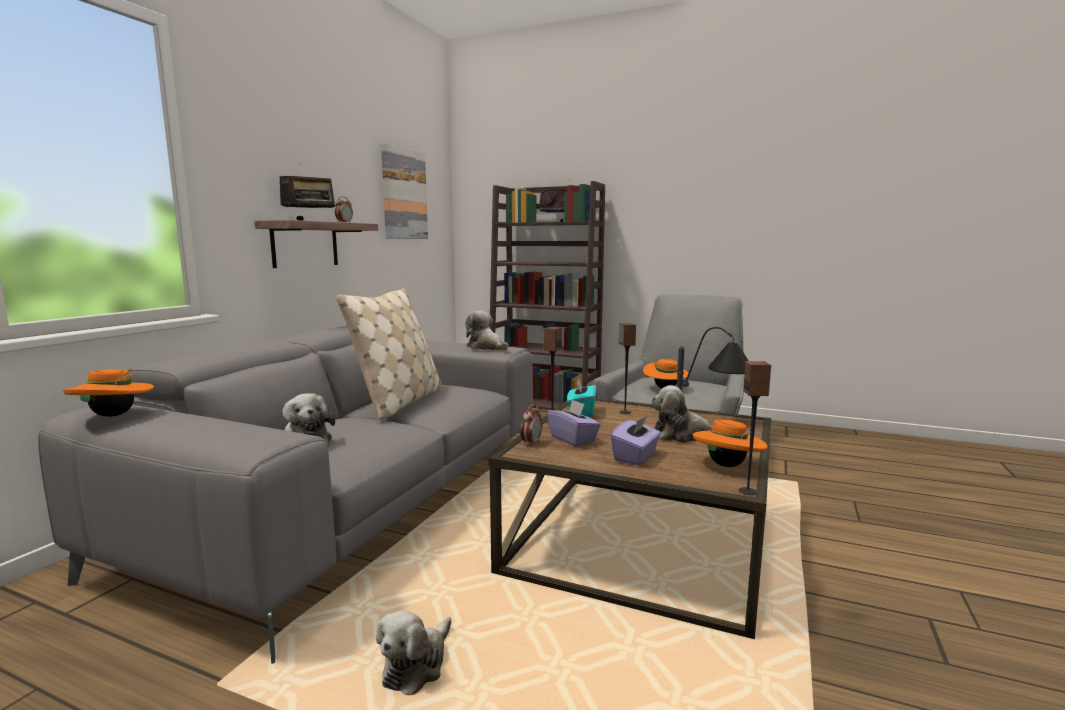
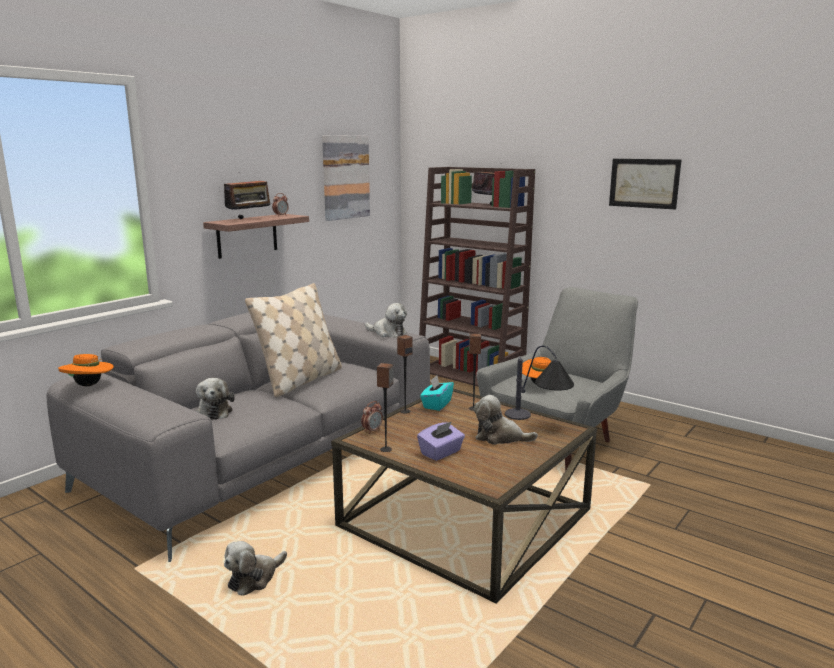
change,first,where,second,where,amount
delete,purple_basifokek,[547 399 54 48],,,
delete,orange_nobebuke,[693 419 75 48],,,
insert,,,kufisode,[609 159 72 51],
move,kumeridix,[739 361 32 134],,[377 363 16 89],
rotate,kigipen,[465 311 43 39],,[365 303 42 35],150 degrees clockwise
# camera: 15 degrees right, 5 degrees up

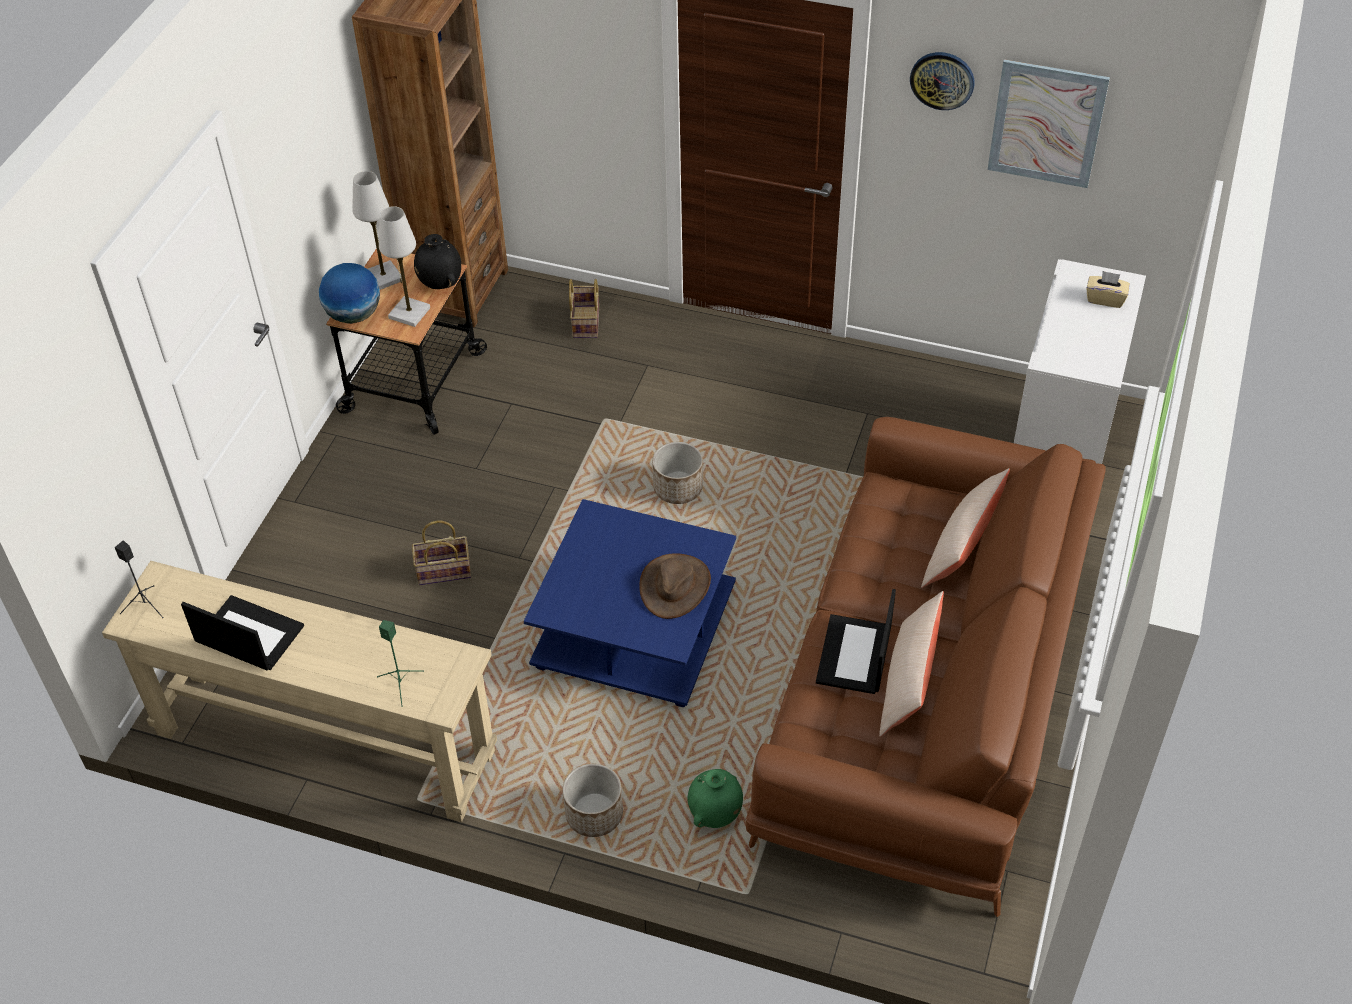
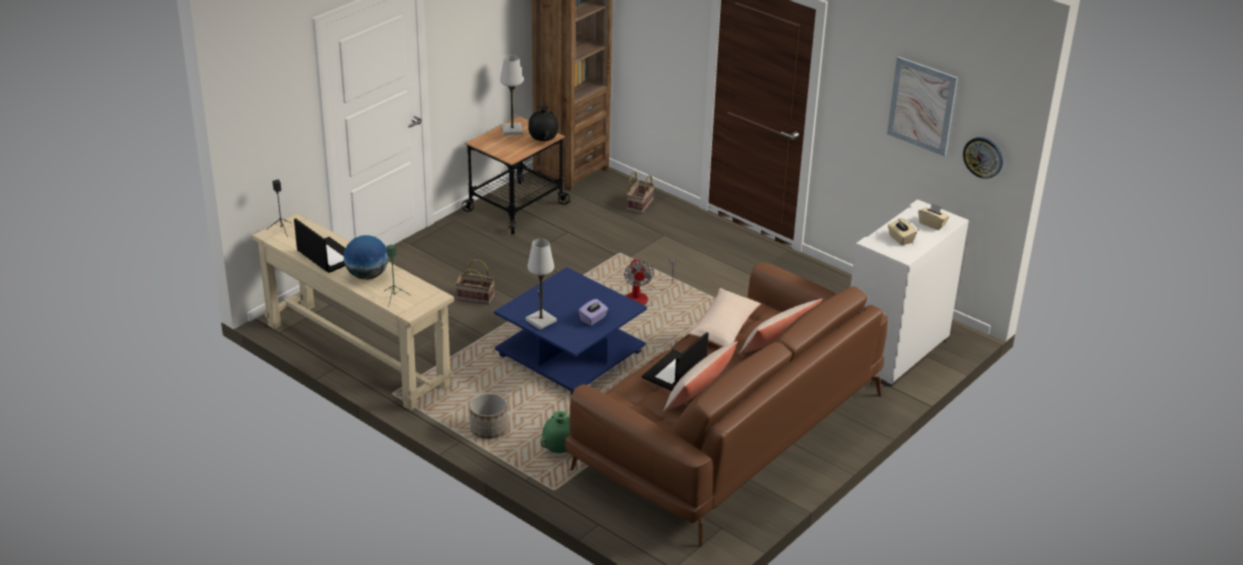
change,first,where,second,where,amount
insert,,,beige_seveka,[688 288 73 59],
insert,,,beige_basifokek,[888 218 29 27],
move,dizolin,[319 263 61 61],,[344 235 45 44],
move,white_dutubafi,[379 206 51 121],,[525 239 32 91],
move,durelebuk,[910 52 64 58],,[963 137 40 42],
replace,brown_nobebuke,[639 553 72 66],purple_basifokek,[578 299 30 27],
replace,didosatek,[652 442 51 62],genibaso,[624 258 52 47],
# camera: 20 degrees right, 15 degrees down

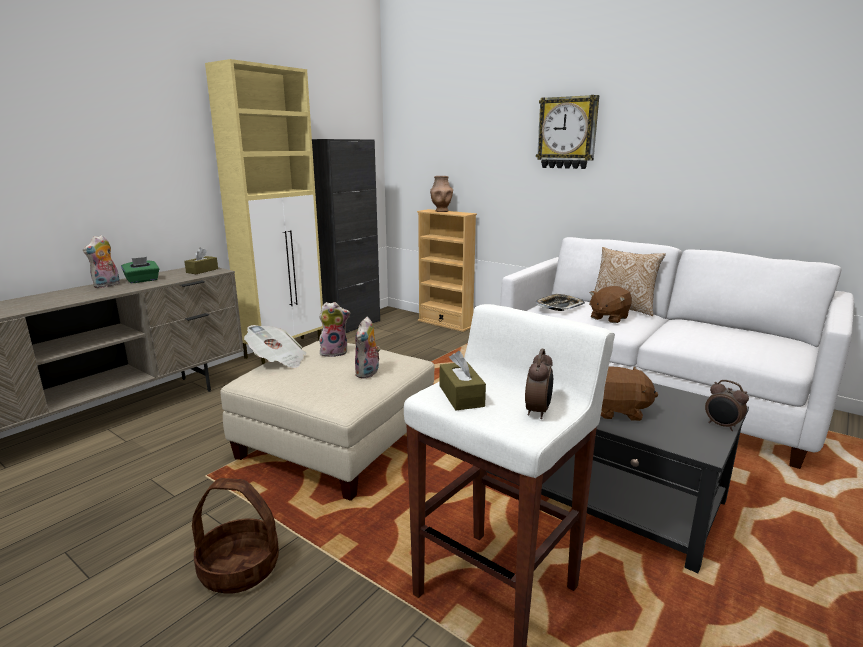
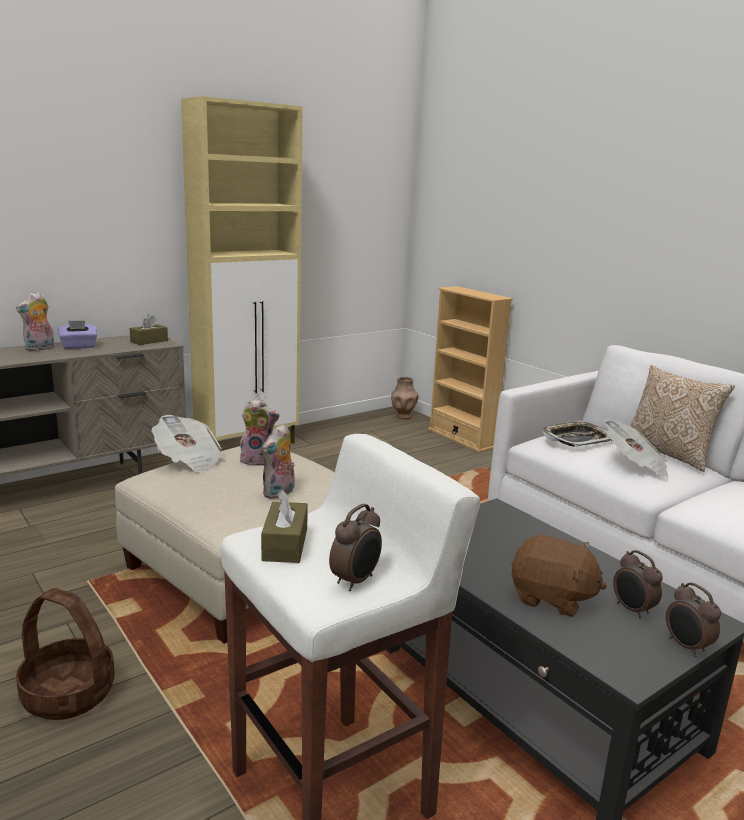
change,first,where,second,where,amount
delete,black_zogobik,[312 139 68 194],,,
delete,durelebuk,[536 95 63 74],,,
insert,,,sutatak,[613 550 50 69],
move,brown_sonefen,[430 176 23 36],,[391 377 28 42],
replace,brown_kigipen,[590 286 42 37],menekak,[604 419 64 59],
recolor,green_basifokek,[121 257 38 26],purple_basifokek,[58 320 39 29],
# camera: 15 degrees right, 0 degrees up

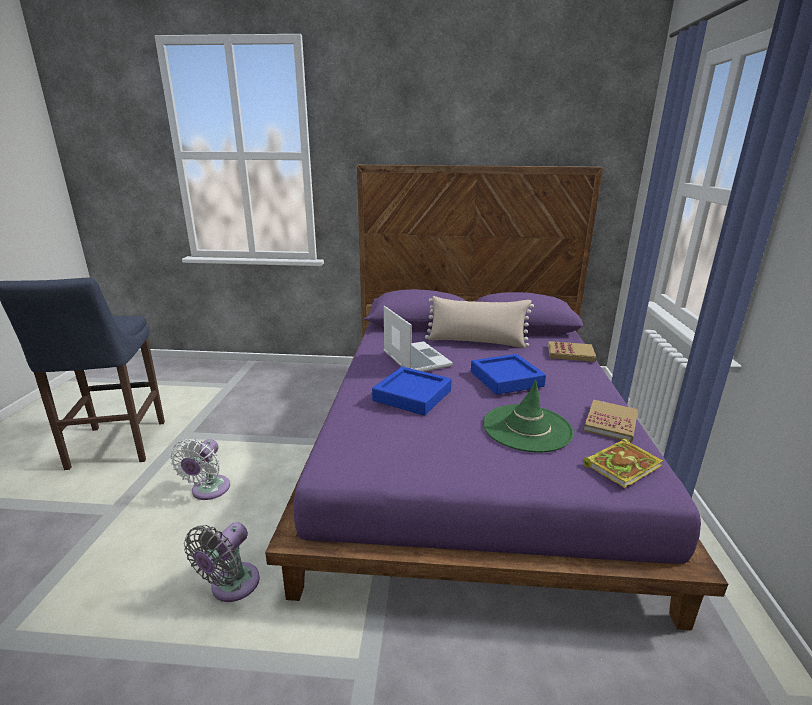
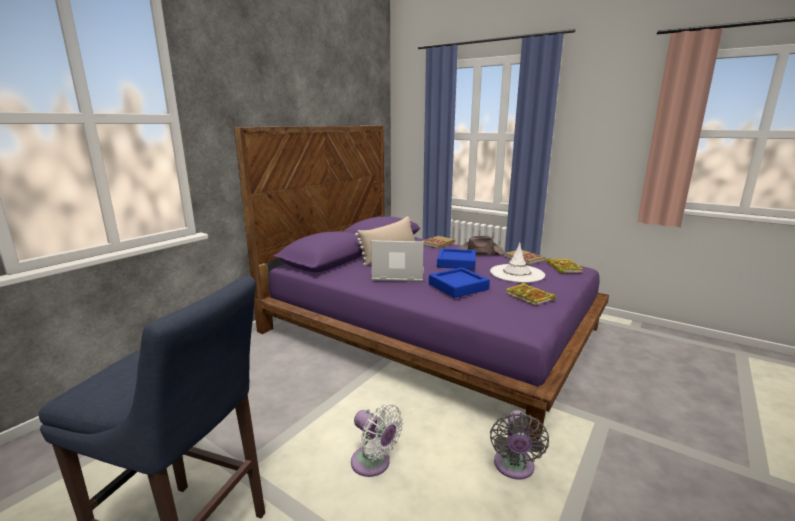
change,first,where,second,where,amount
insert,,,brown_nobebuke,[458 236 46 19],
insert,,,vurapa,[505 283 51 22],
recolor,green_nobebuke,[483 379 91 74],white_nobebuke,[490 242 55 41],
rotate,grey_genibaso,[184 522 76 80],,[490 410 59 70],45 degrees clockwise
# camera: 60 degrees left, 5 degrees down

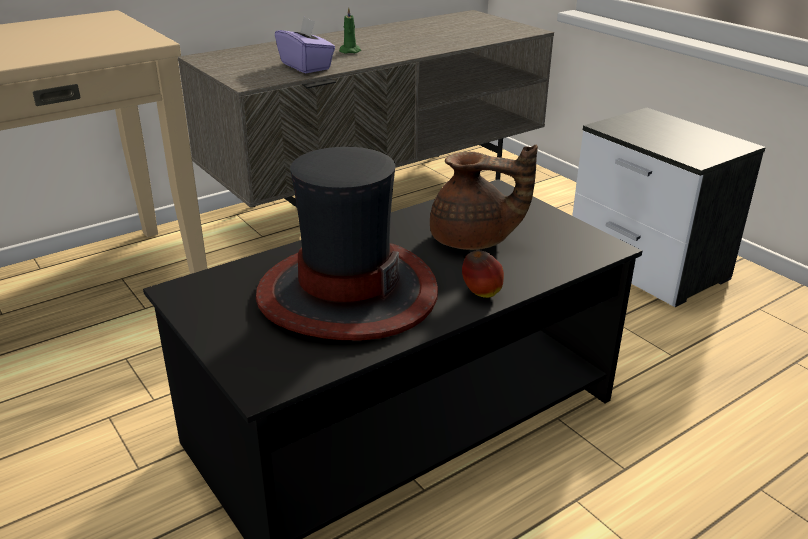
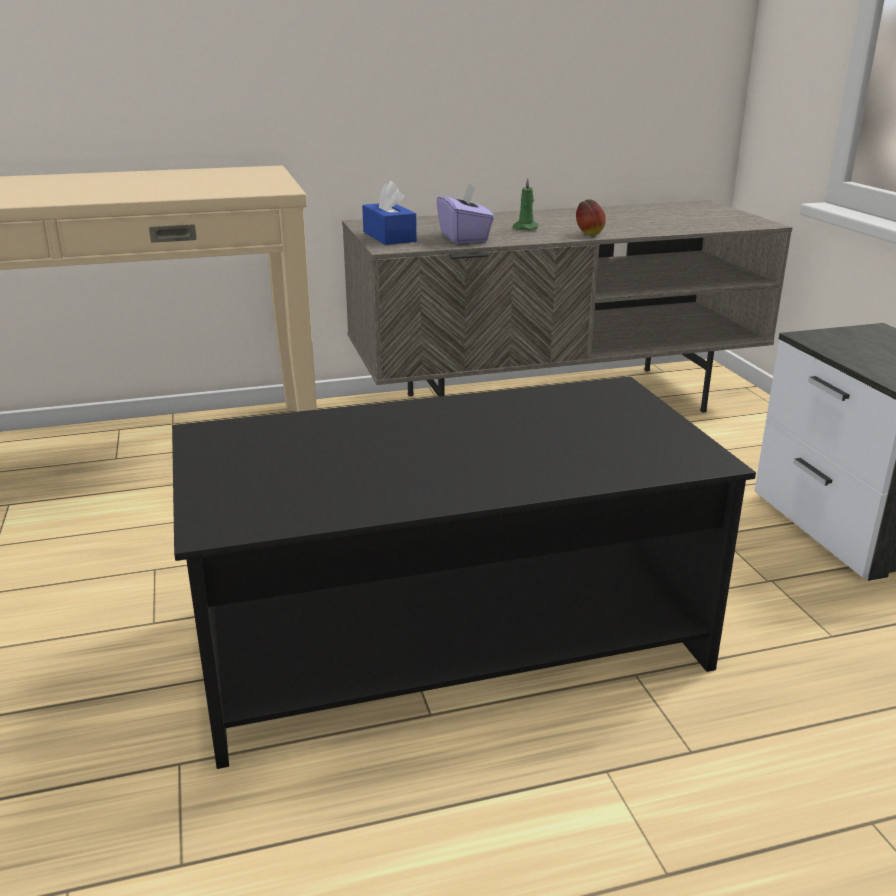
change,first,where,second,where,amount
delete,nobebuke,[256 147 182 193],,,
delete,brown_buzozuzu,[430 145 108 105],,,
insert,,,blue_basifokek,[362 181 55 64],
move,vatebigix,[462 250 42 48],,[576 199 30 37],
# camera: 20 degrees right, 5 degrees down

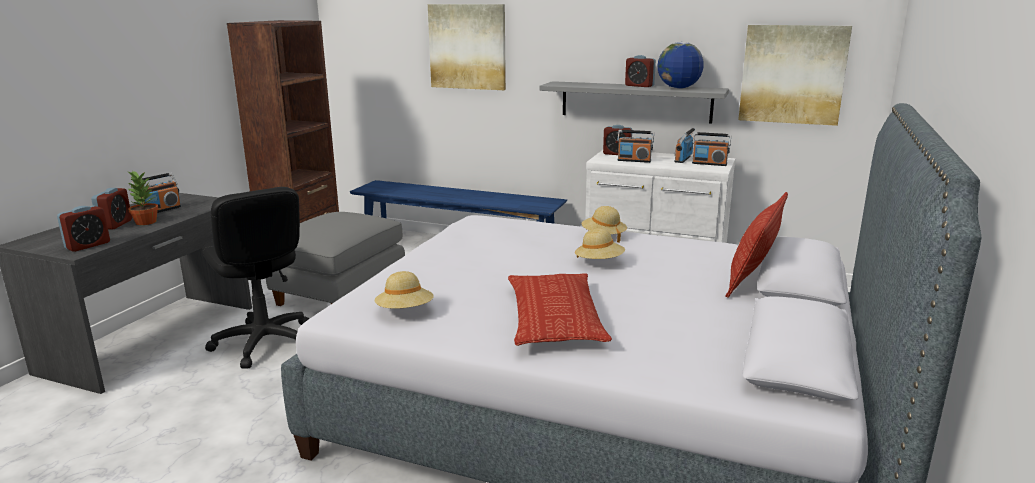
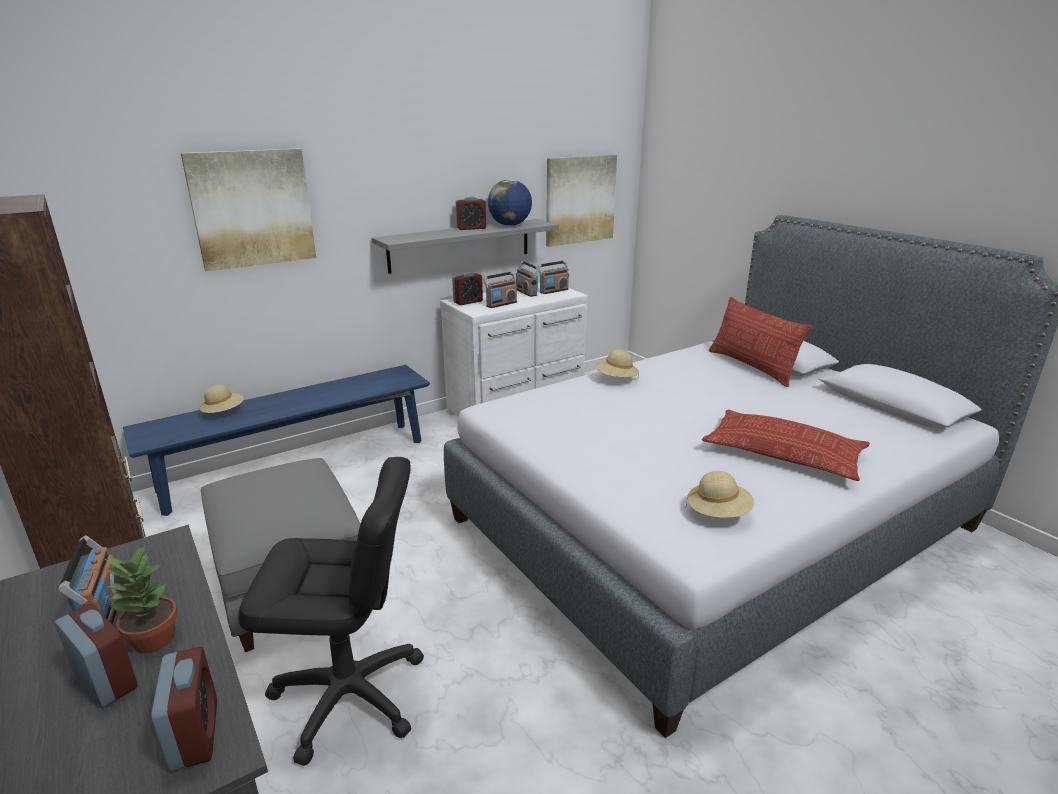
change,first,where,second,where,amount
move,beige_nobebuke,[575 228 50 31],,[199 385 44 30],
# camera: 55 degrees left, 5 degrees up

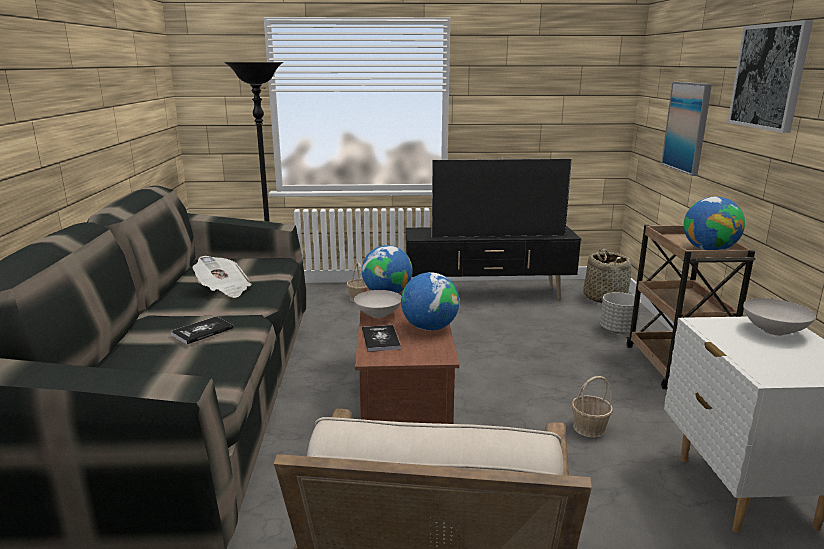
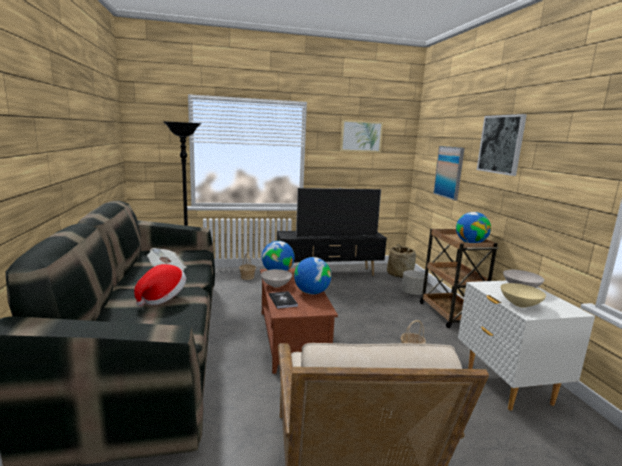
change,first,where,second,where,amount
insert,,,kufisode,[340 120 43 33],
insert,,,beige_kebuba,[501 283 45 25],
replace,vurapa,[170 316 64 28],nobebuke,[134 264 52 42],
# camera: 10 degrees left, 5 degrees down

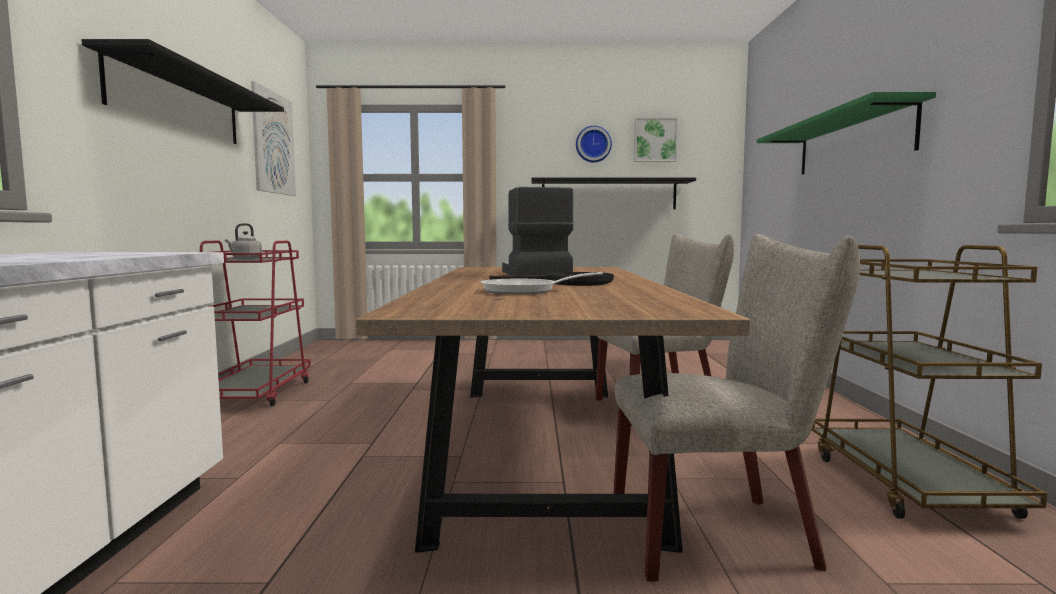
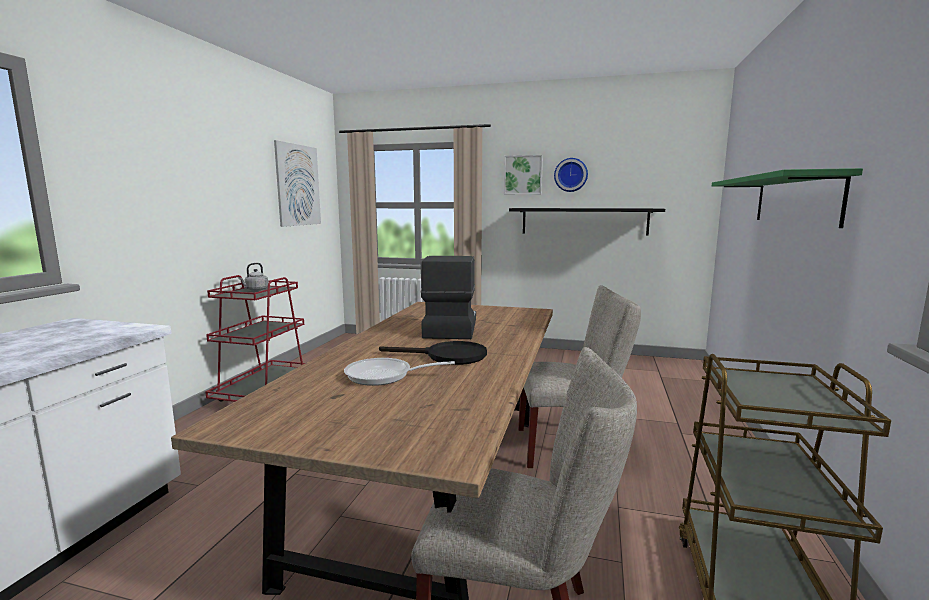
change,first,where,second,where,amount
delete,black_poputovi,[81 39 203 105],,,
move,kufisode,[634 118 44 44],,[504 155 39 39],
# camera: 15 degrees right, 5 degrees up

